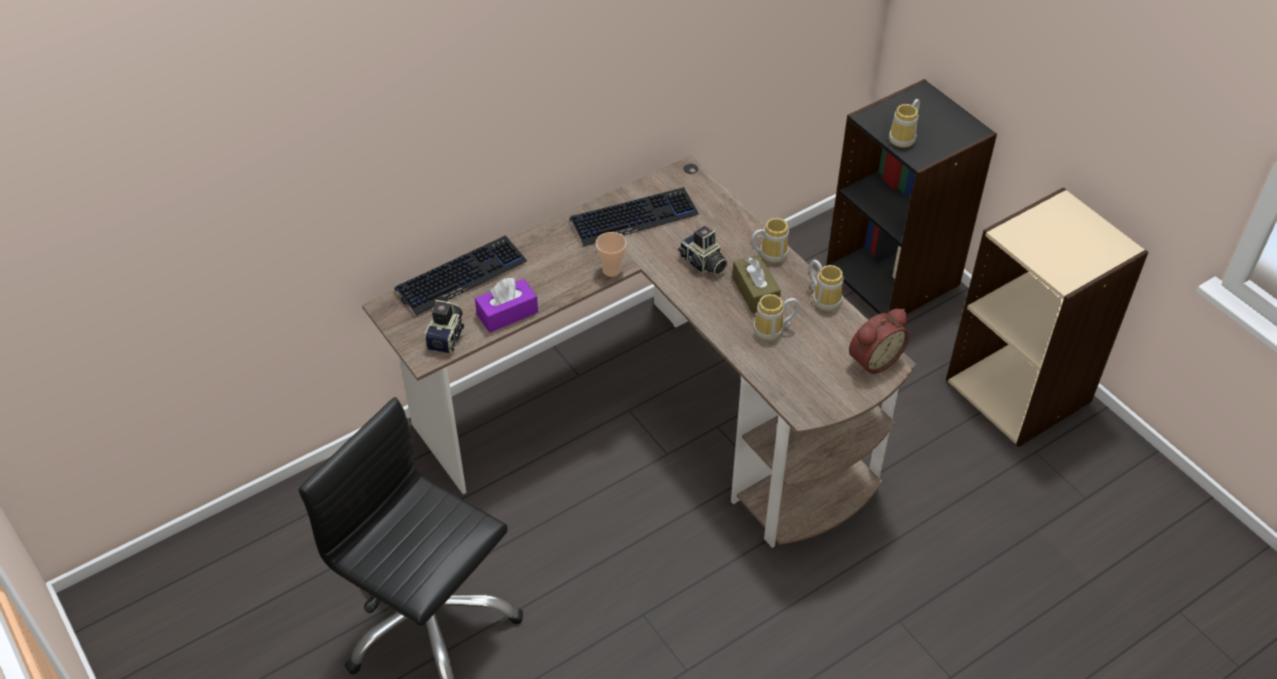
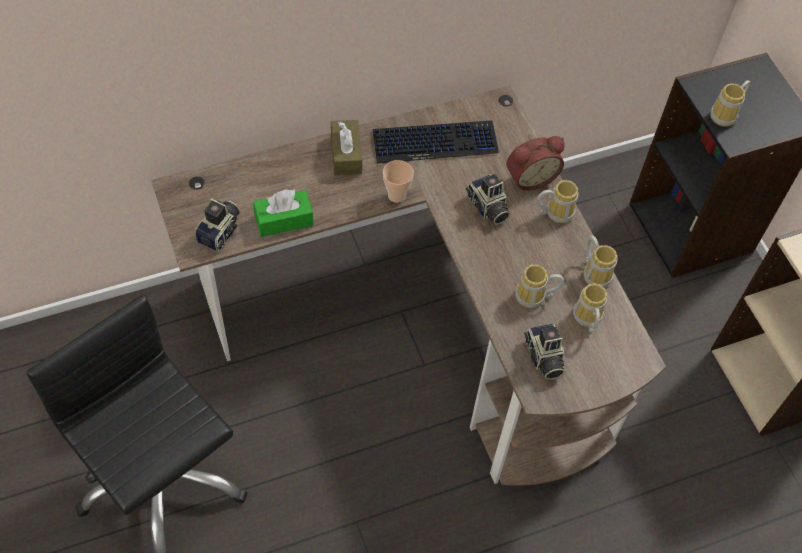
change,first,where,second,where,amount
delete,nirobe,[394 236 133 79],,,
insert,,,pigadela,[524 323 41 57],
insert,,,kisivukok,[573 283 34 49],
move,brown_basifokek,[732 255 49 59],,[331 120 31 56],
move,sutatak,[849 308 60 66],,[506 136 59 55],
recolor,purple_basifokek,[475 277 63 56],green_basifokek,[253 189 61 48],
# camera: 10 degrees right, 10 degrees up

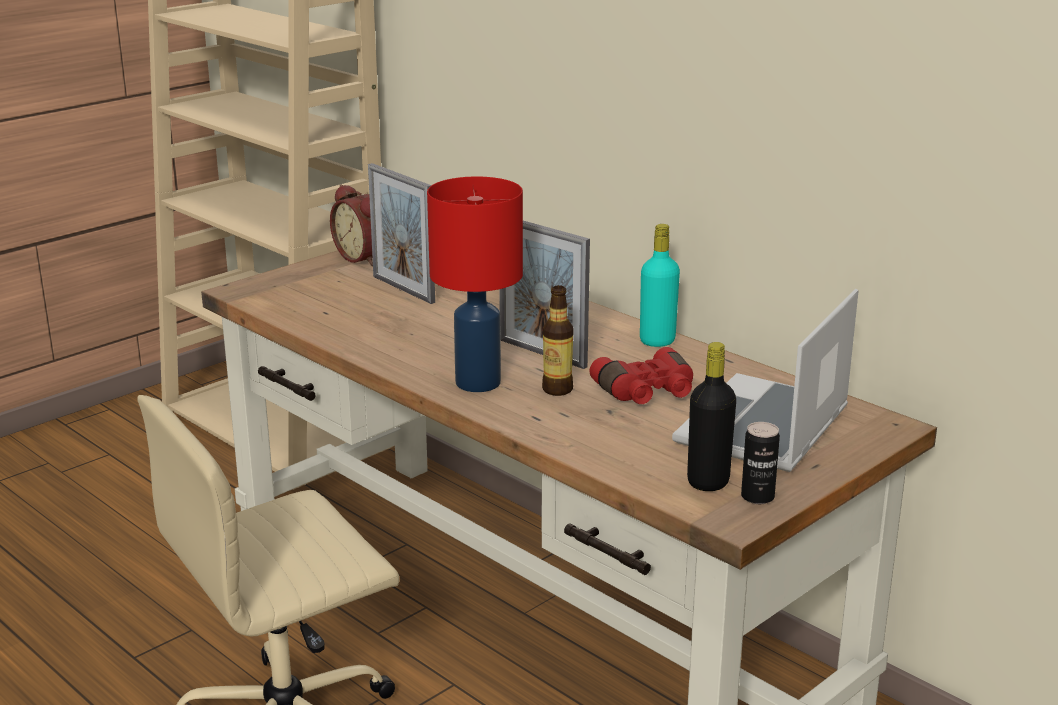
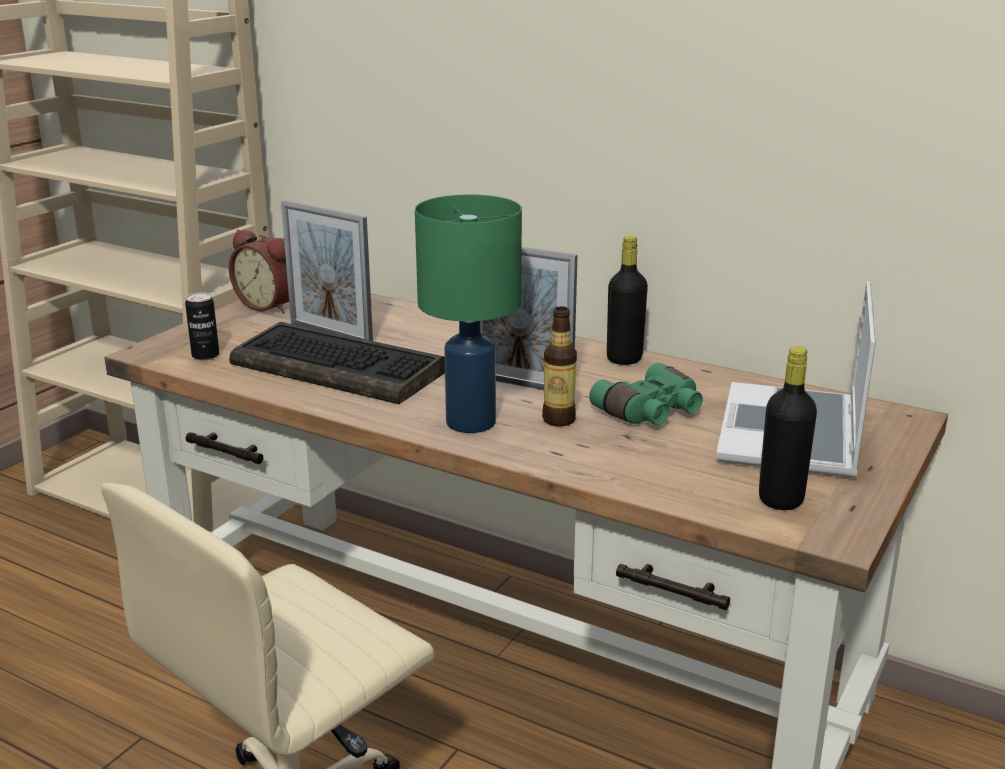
change,first,where,second,where,amount
insert,,,nirobe,[229 322 216 82],
move,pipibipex,[741 422 39 82],,[185 292 34 68],
recolor,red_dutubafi,[427 177 96 215],green_dutubafi,[415 194 107 239],
recolor,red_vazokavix,[590 347 103 57],green_vazokavix,[589 362 114 63],
recolor,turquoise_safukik,[640 224 40 123],black_safukik,[607 236 41 129],
# camera: 15 degrees left, 0 degrees up

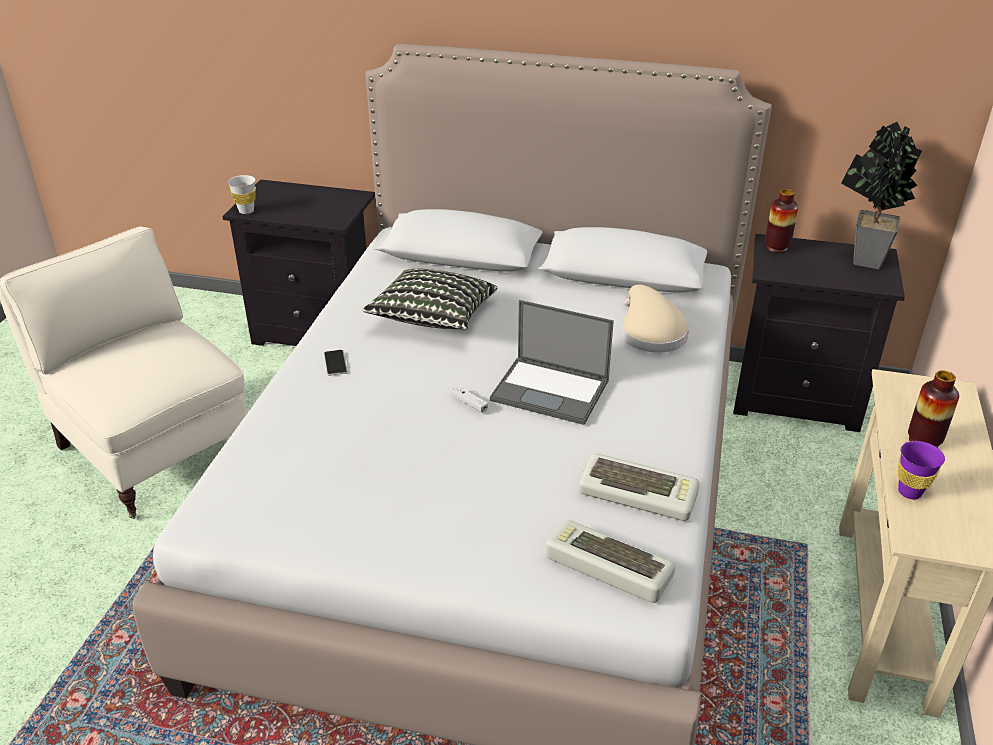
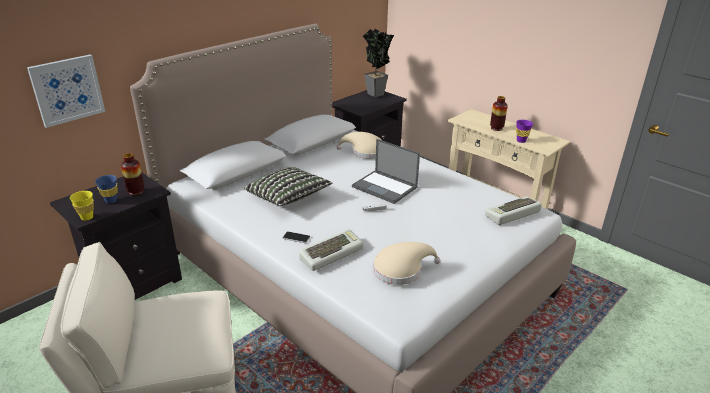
change,first,where,second,where,amount
insert,,,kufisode,[27 54 78 74],
insert,,,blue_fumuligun,[95 175 22 28],
insert,,,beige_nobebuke,[373 242 68 43],
move,nirobe,[579 453 121 68],,[299 229 64 42],
move,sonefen,[765 189 33 64],,[121 153 23 43],
recolor,white_fumuligun,[228 175 28 39],yellow_fumuligun,[70 191 24 30],
rotate,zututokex,[490 300 124 125],,[352 139 68 65],75 degrees clockwise
# camera: 60 degrees left, 5 degrees down

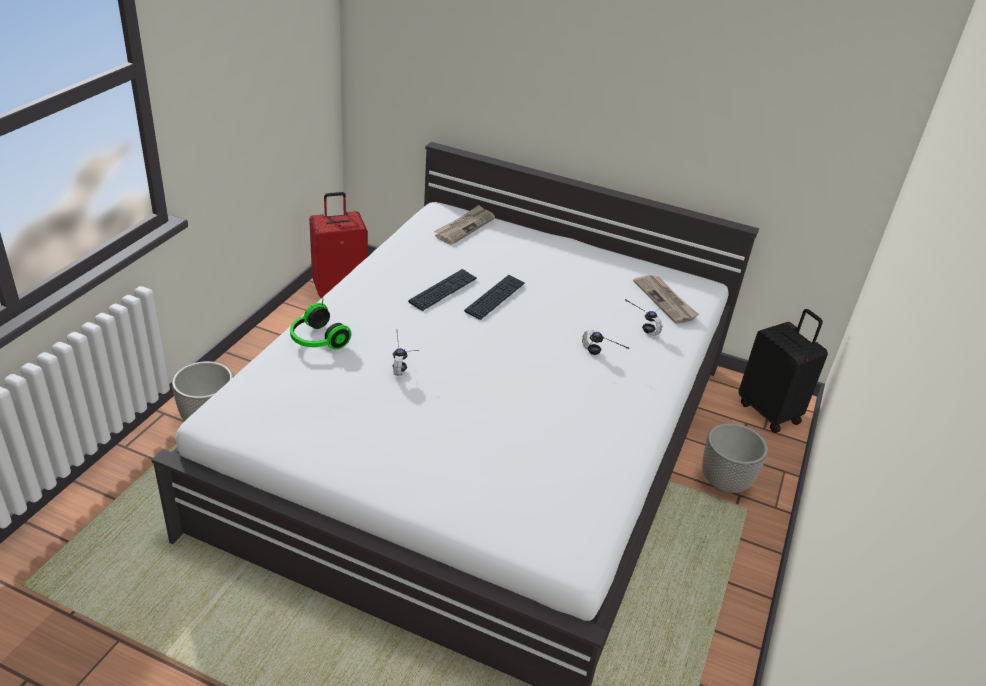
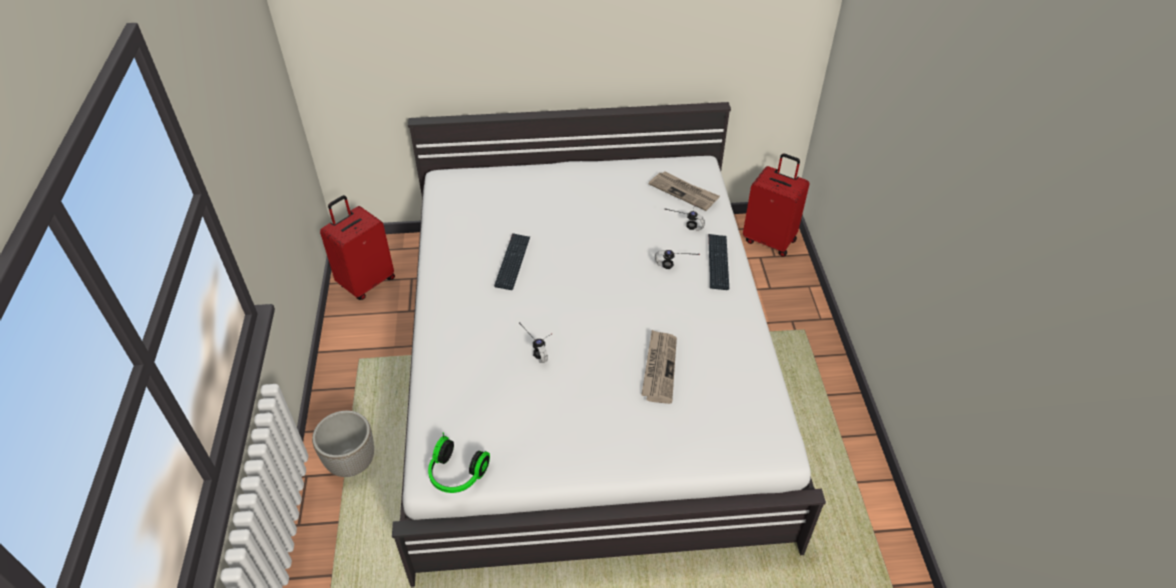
change,first,where,second,where,amount
delete,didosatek,[702 423 66 70],,,
move,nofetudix,[290 298 61 52],,[428 432 62 61],
move,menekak,[434 205 61 40],,[641 330 36 74],
move,nirobe,[464 275 61 45],,[708 234 21 56],
recolor,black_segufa,[739 309 89 124],red_segufa,[743 153 66 104],
# camera: 25 degrees left, 10 degrees up

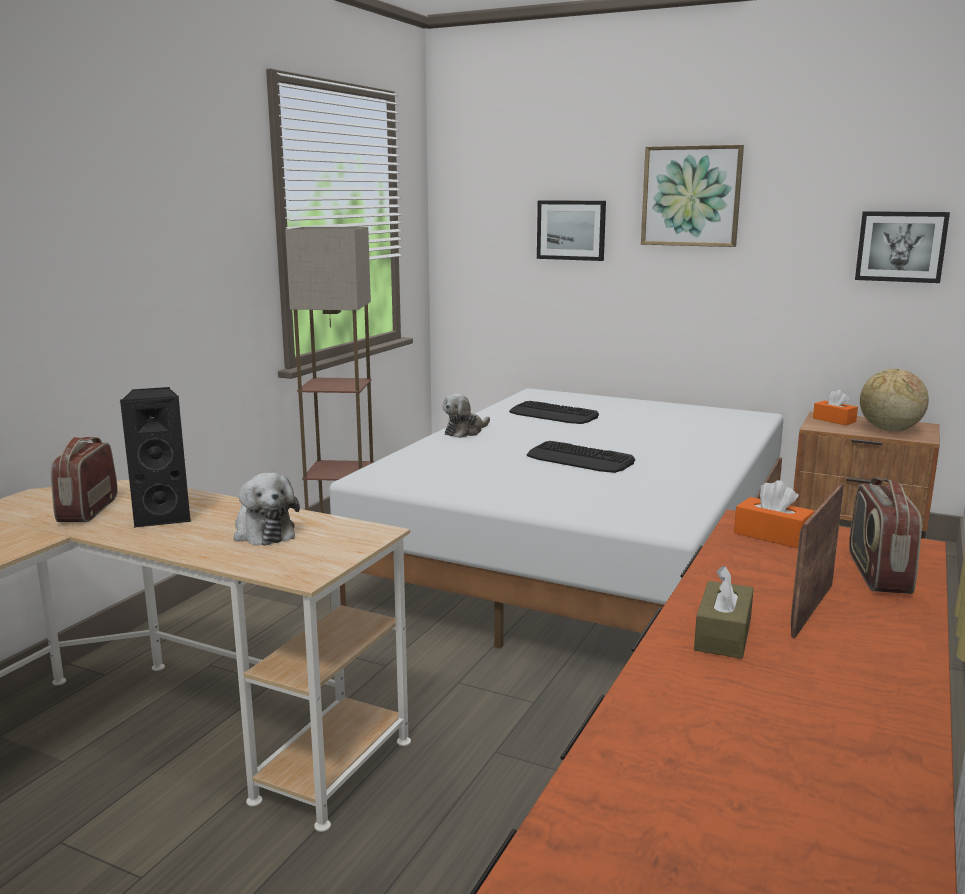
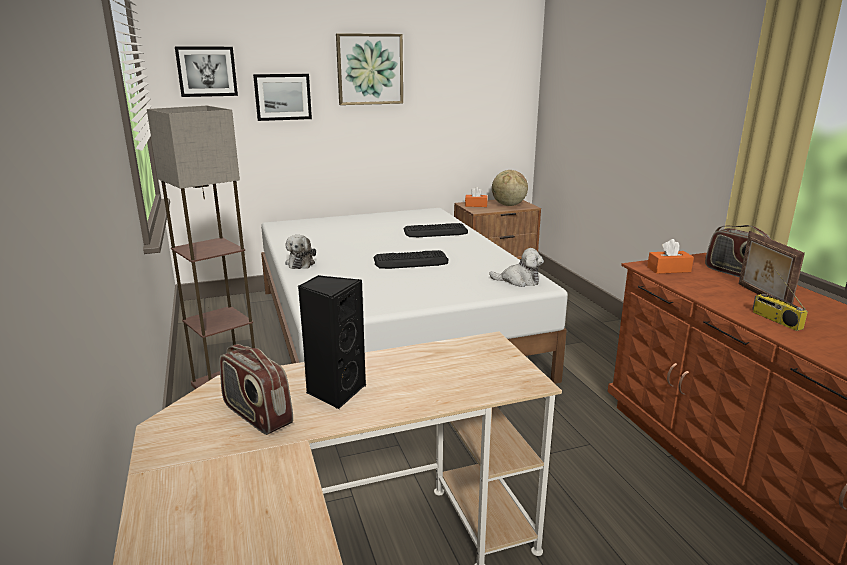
change,first,where,second,where,amount
move,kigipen,[234 473 66 73],,[489 248 55 39],
move,nirobe,[509 401 90 23],,[403 223 65 14],
move,kufisode,[855 211 95 72],,[175 47 63 50],
replace,brown_basifokek,[694 565 60 94],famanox,[752 269 56 62],
# camera: 45 degrees left, 5 degrees up

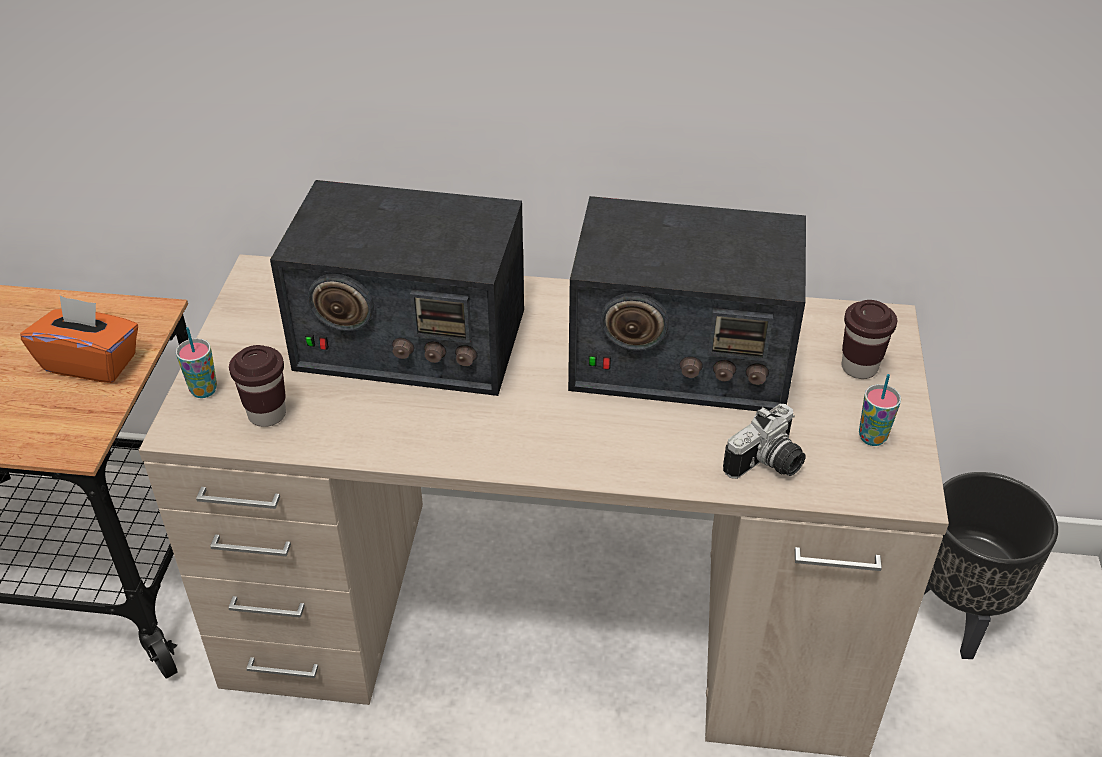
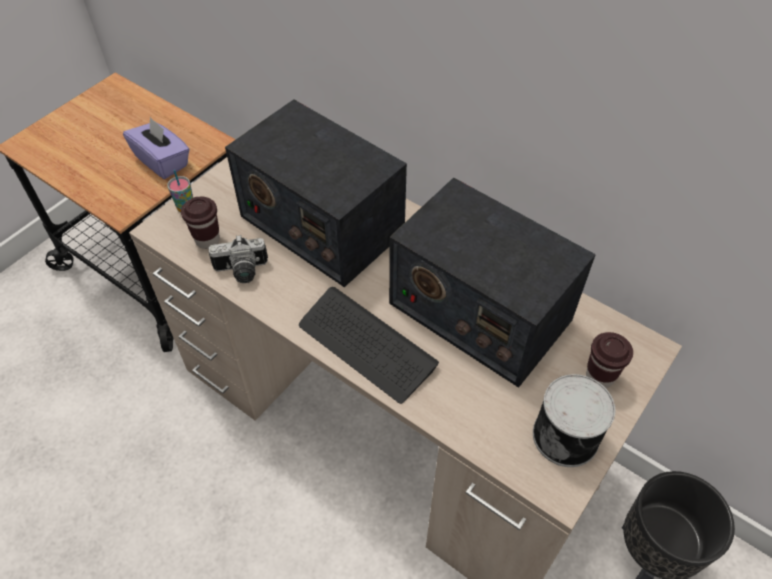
change,first,where,second,where,amount
insert,,,nirobe,[299 287 140 117],
move,pigadela,[723 404 83 75],,[209 235 59 48],
replace,fumuligun,[859 374 42 72],pipibipex,[533 374 82 93],
recolor,orange_basifokek,[20 295 118 88],purple_basifokek,[123 117 67 62],
# camera: 30 degrees right, 10 degrees up

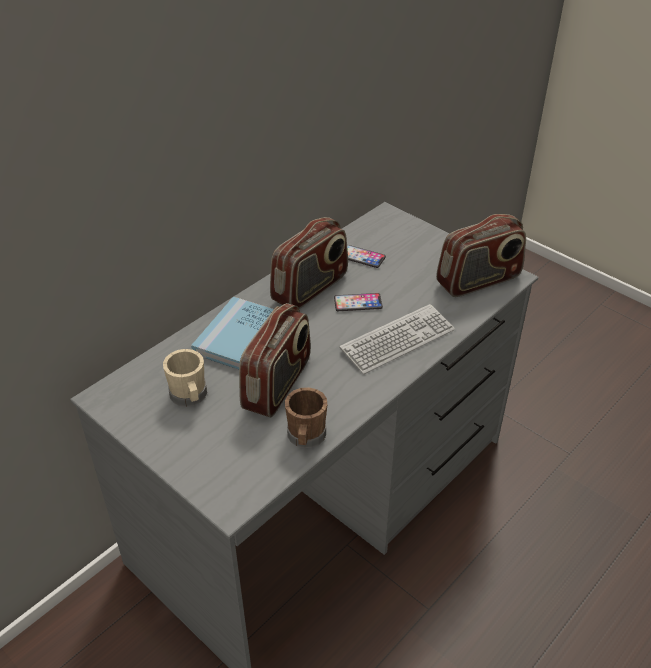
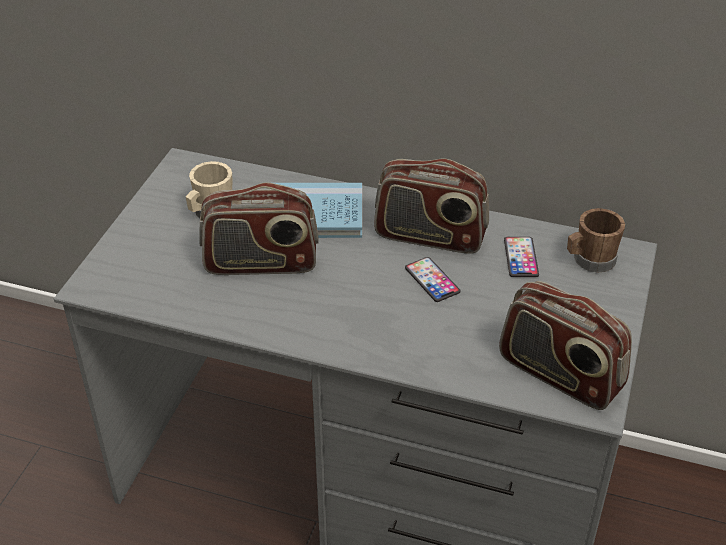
change,first,where,second,where,amount
delete,nirobe,[340 304 115 70],,,
move,brown_kisivukok,[285 387 42 61],,[567 208 58 64],
# camera: 65 degrees right, 0 degrees up

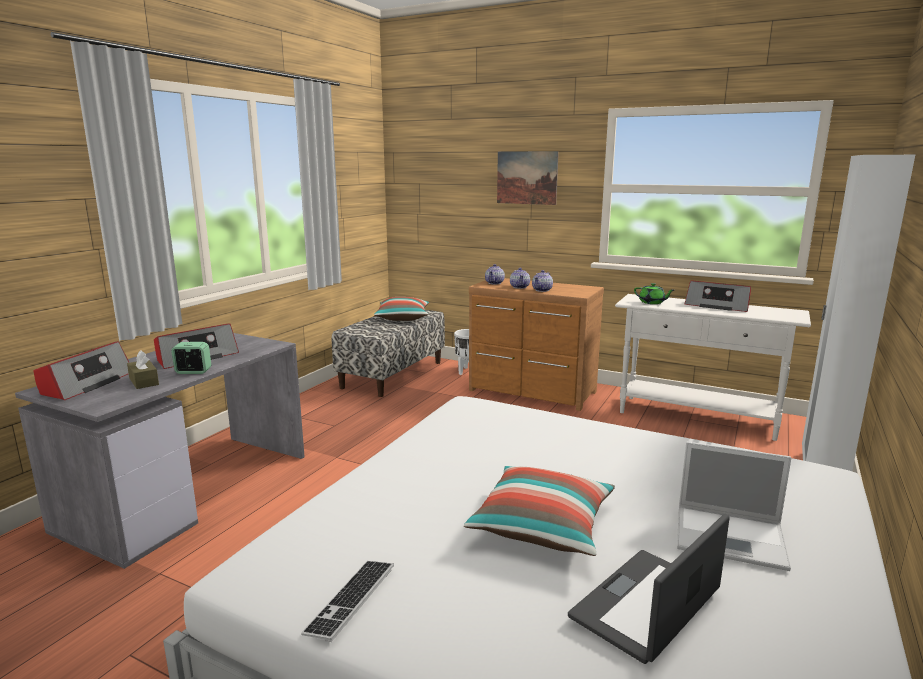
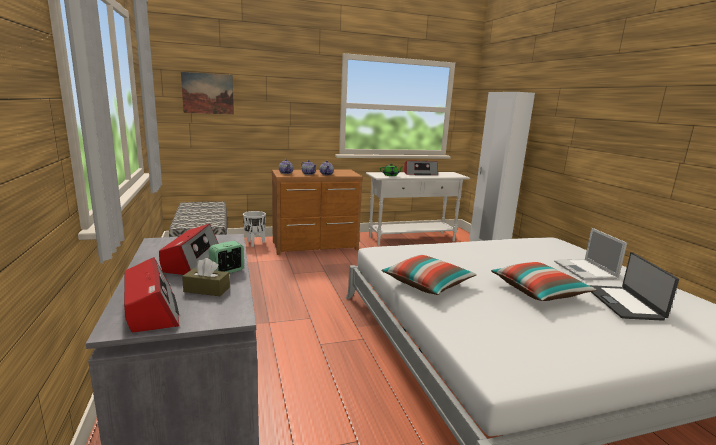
change,first,where,second,where,amount
delete,nirobe,[301 561 93 81],,,
move,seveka,[374 297 55 24],,[381 255 96 40],
move,kufisode,[497 151 62 54],,[181 72 53 43],
rotate,zututokex,[677 442 114 129],,[554 228 73 52],105 degrees clockwise
# camera: 45 degrees left, 0 degrees up

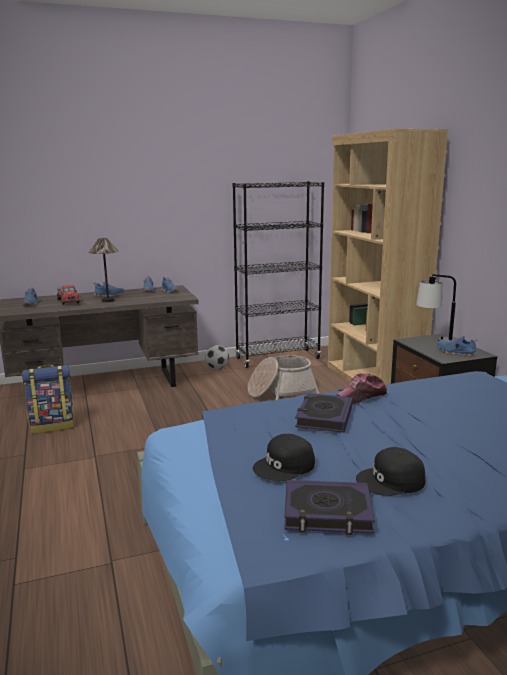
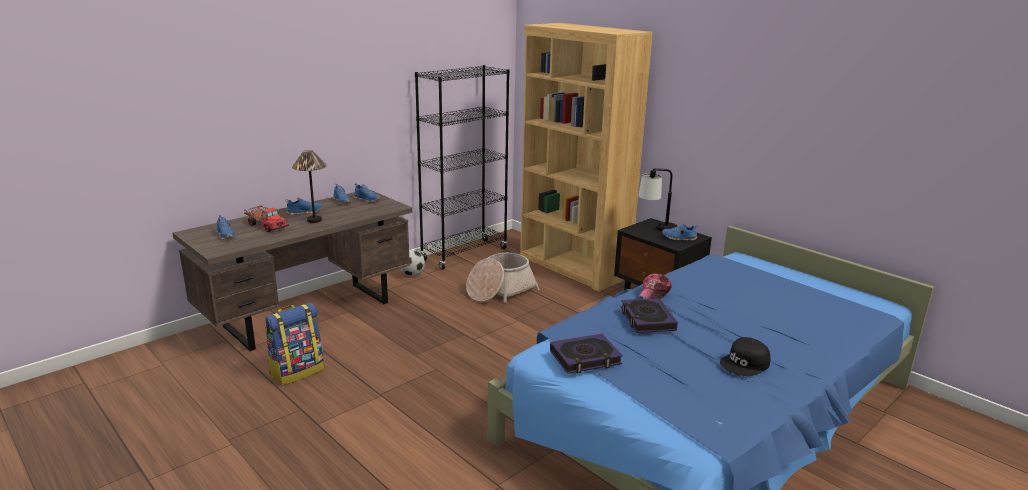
change,first,where,second,where,amount
delete,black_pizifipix,[253 434 62 47],,,
move,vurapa,[284 480 91 55],,[550 334 73 40],
# camera: 25 degrees left, 5 degrees up

